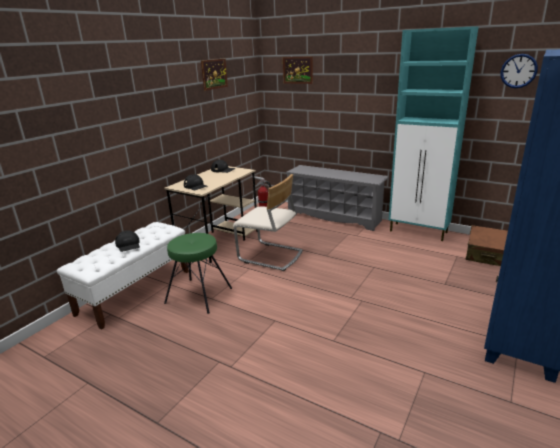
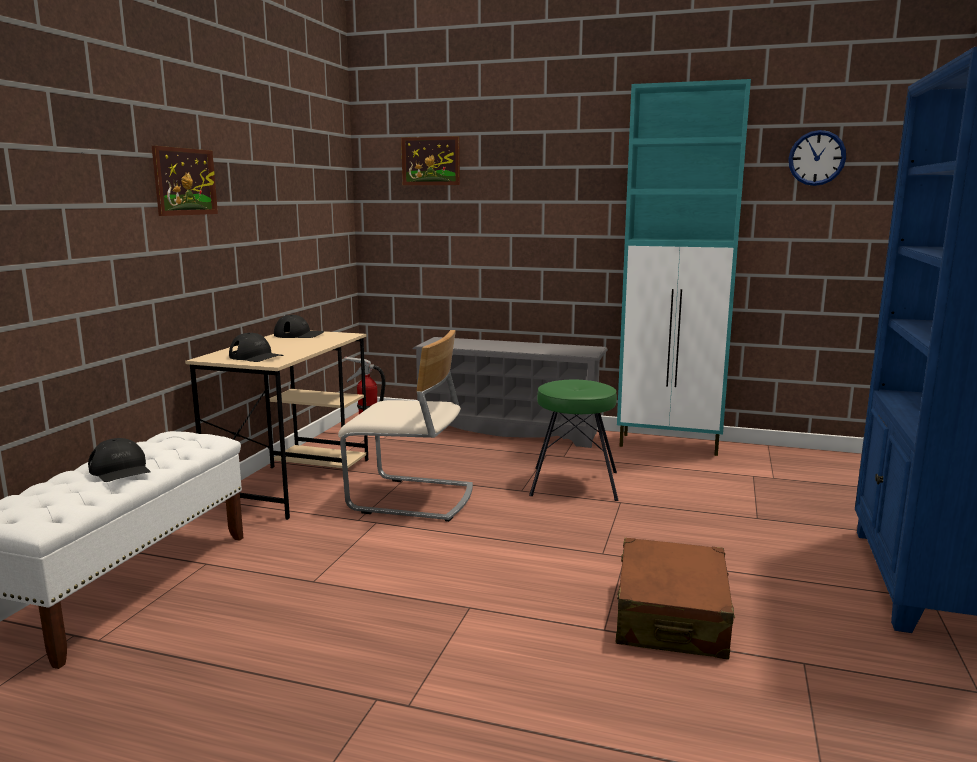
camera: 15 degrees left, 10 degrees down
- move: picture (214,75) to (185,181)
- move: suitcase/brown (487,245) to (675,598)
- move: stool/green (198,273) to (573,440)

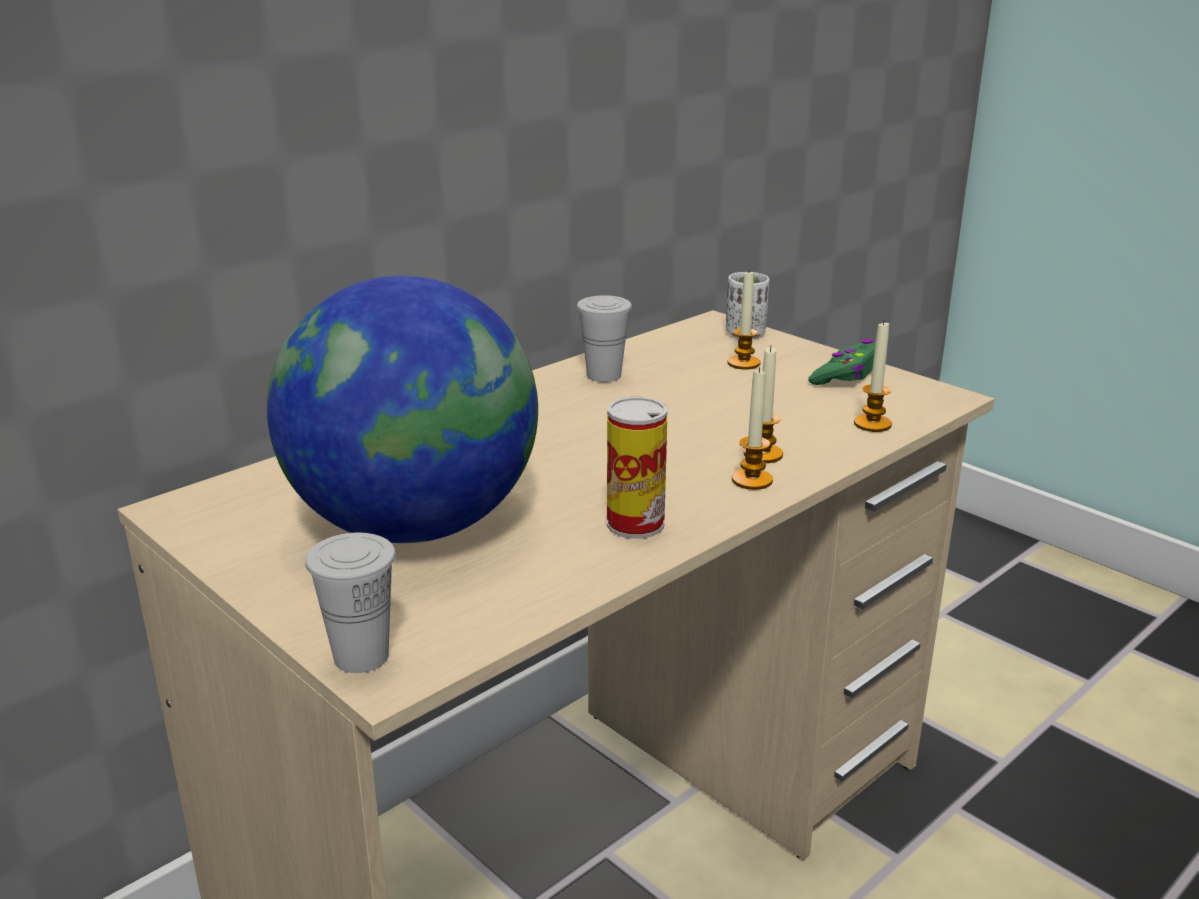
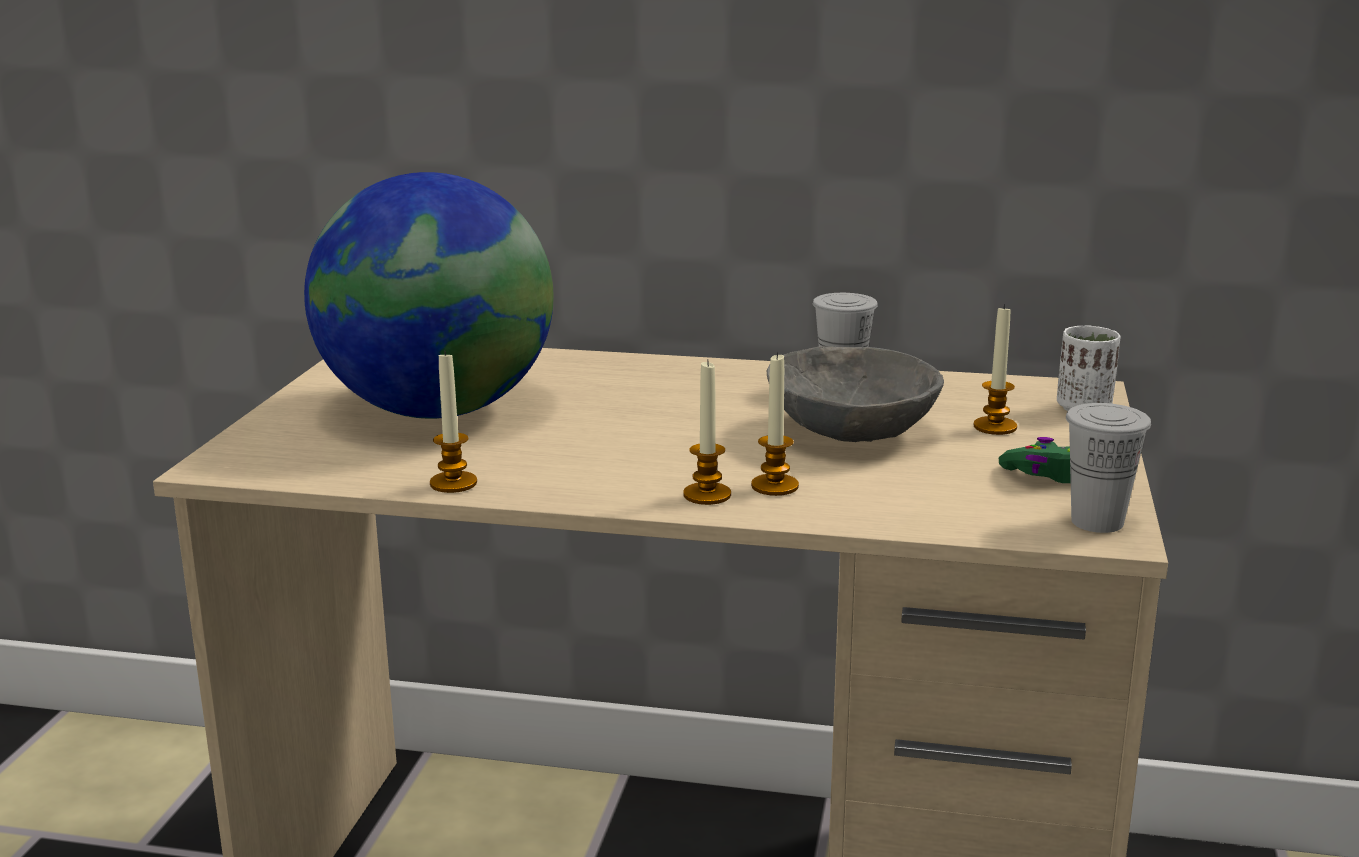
camera: 55 degrees right, 5 degrees down
- move: candle (873,377) to (453,422)
- delete: can (637,468)
- move: cup/white (350,603) to (1108,468)
- insert: bowl/grey (855,394)

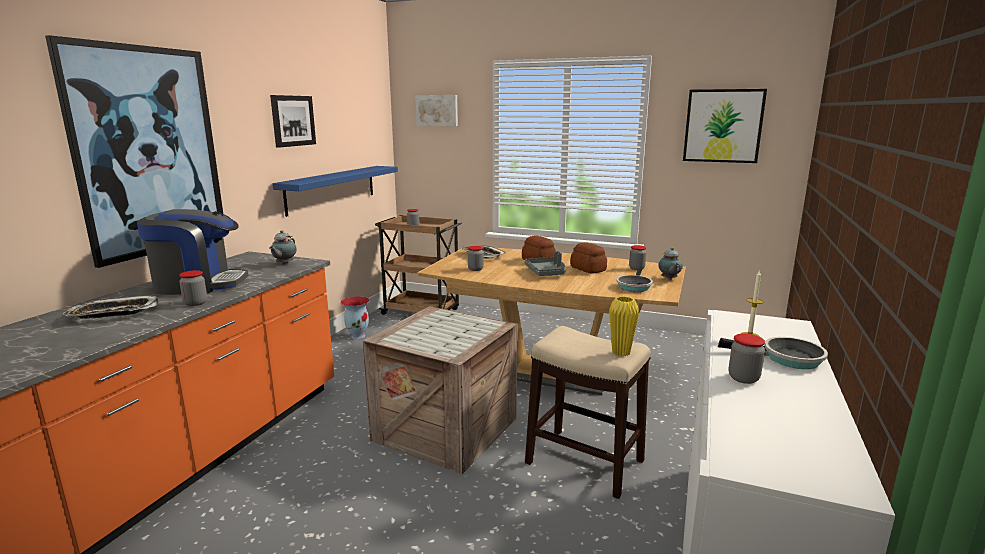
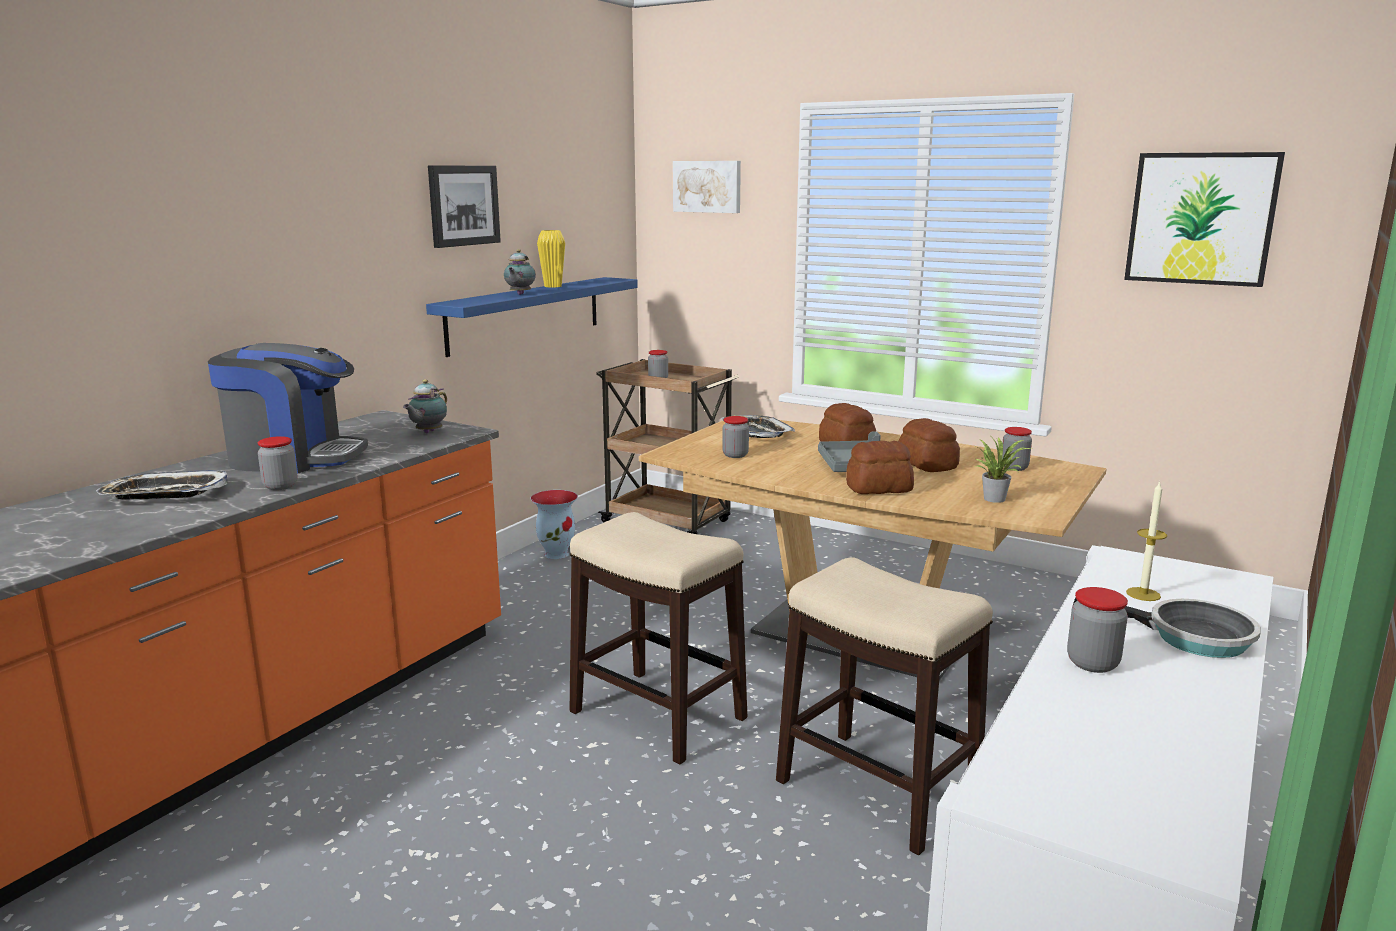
camera: 10 degrees right, 0 degrees up
- delete: picture (134,151)
- move: teapot (670,263) to (520,272)
- replace: frying pan (635,280) to potted plant (1003,470)
- move: vase/yellow (624,326) to (551,259)
- replace: crate (440,390) to stool (658,638)
- insert: bread (880,467)

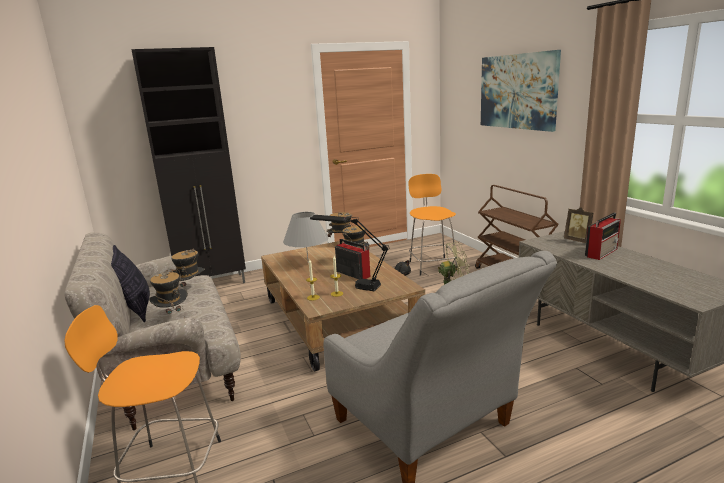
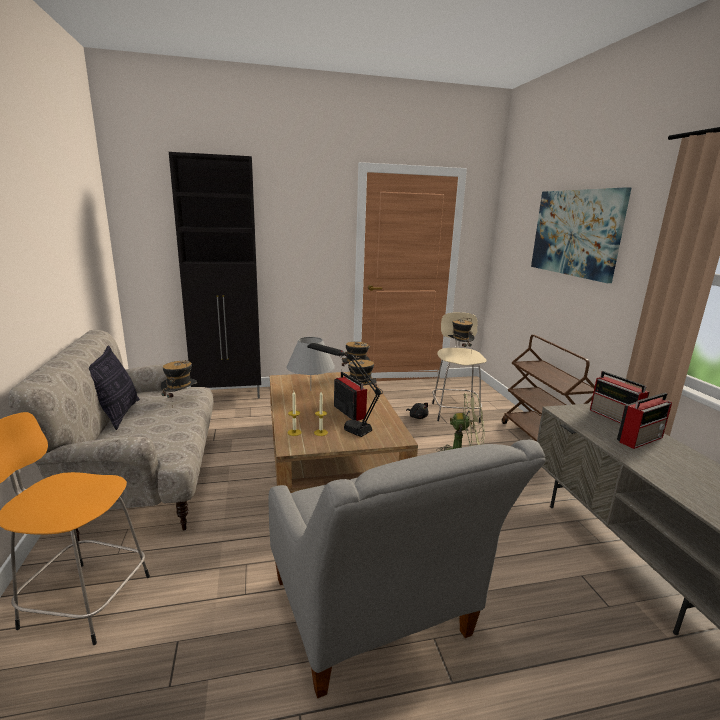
camera: 10 degrees right, 0 degrees up
- recolor: stool/orange (432,225) to stool/beige (459,367)
- replace: picture frame (578,225) to radio (620,397)
- move: hat (168,291) to (461,336)

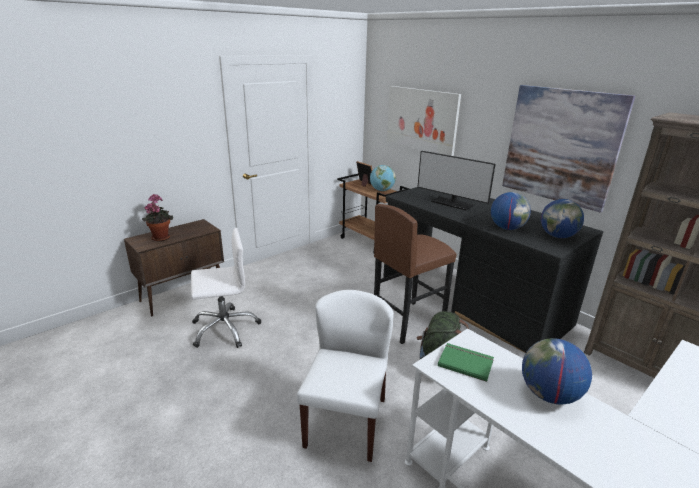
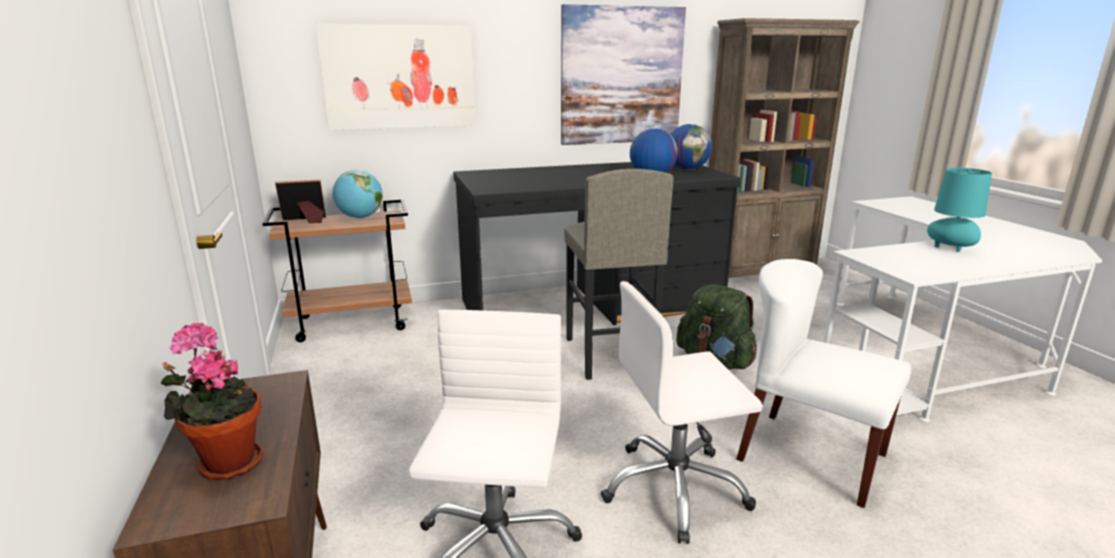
camera: 65 degrees left, 5 degrees down
- delete: monitor (457,180)
- recolor: stool/brown (415,274) to stool/grey (619,274)
- replace: globe (557,371) to table lamp/turquoise (959,210)
- delete: book/green (466,362)
- insert: office chair/white (682,412)

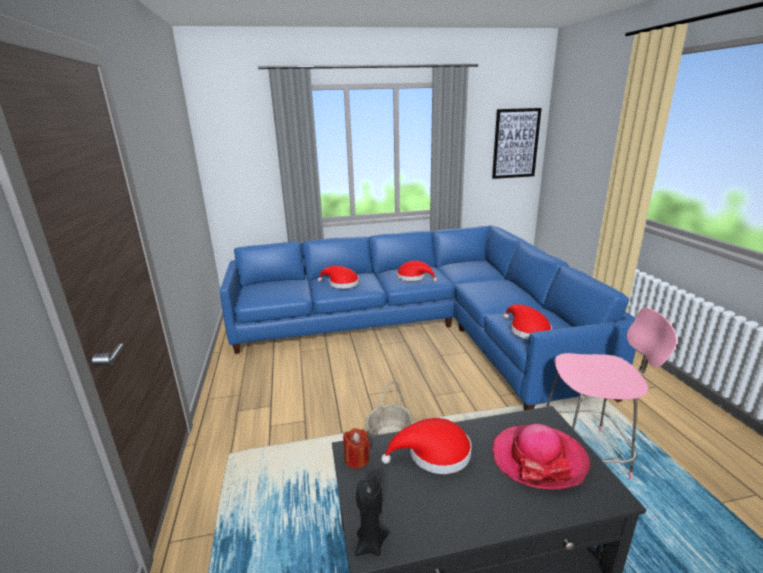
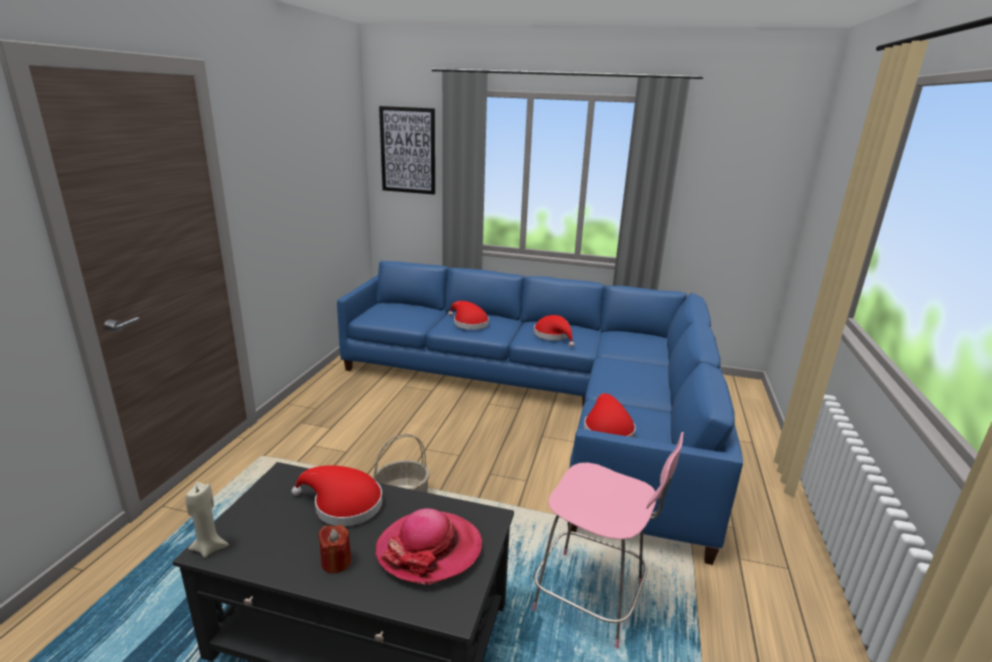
camera: 25 degrees right, 0 degrees up
- move: picture (517,143) to (407,150)
- move: candle/red (356,448) to (334,549)
- recolor: candle/black (372,516) to candle/beige (207,520)

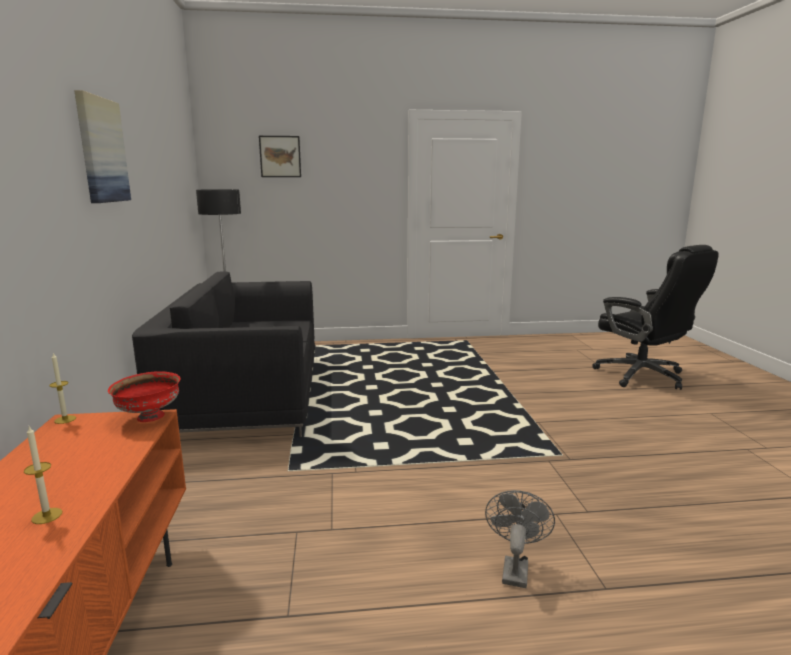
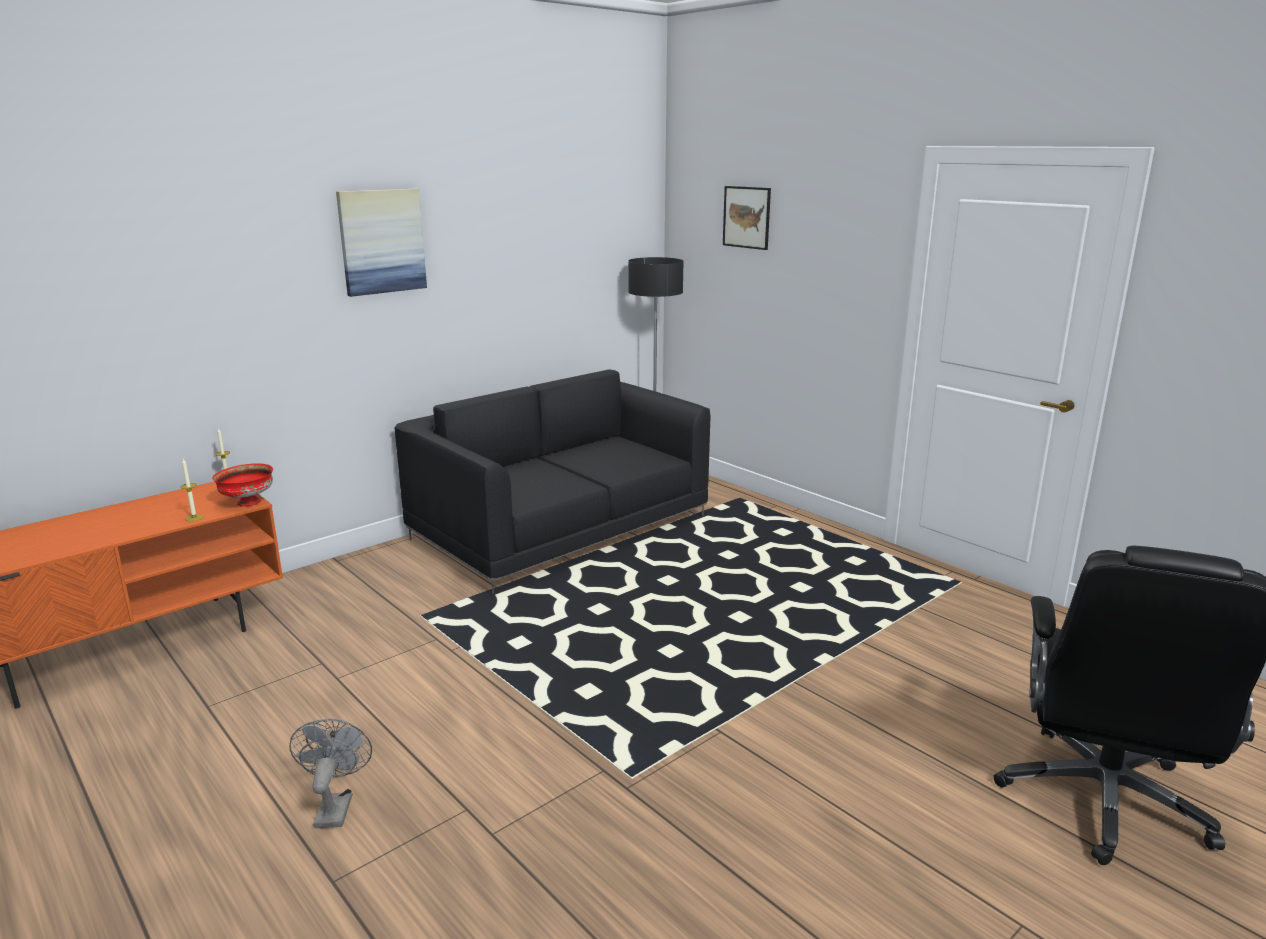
camera: 55 degrees right, 5 degrees up
- move: candle (43,475) to (192,490)
- rotate: fan/grey (520,539) = (330,773) 75 degrees counterclockwise

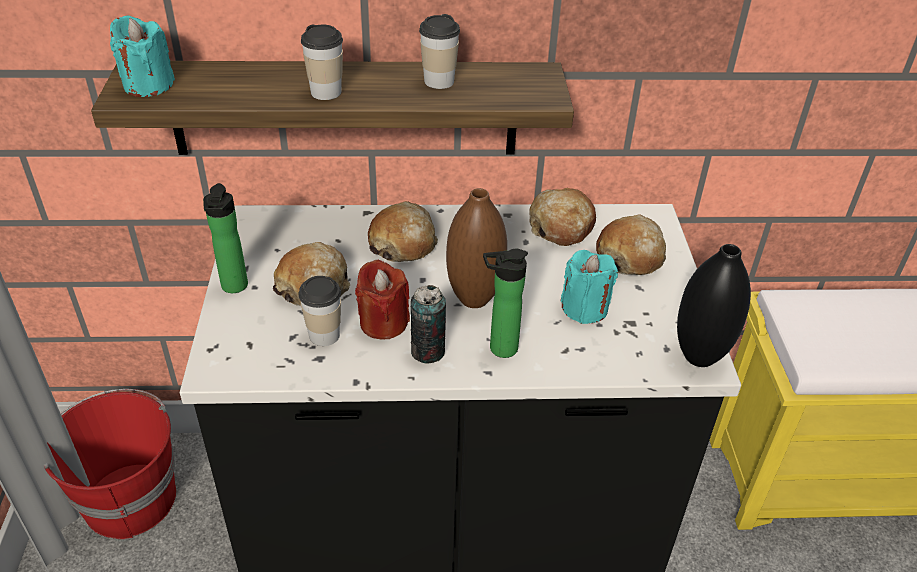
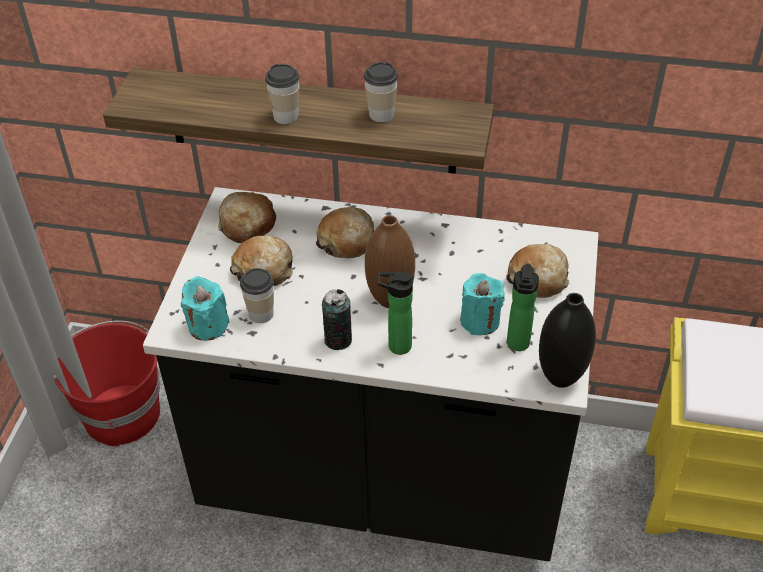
camera: 15 degrees right, 5 degrees up
- move: candle/turquoise (142,56) to (205,308)
- move: bottle (225,238) to (523,307)
- move: bread (562,217) to (247,217)
- delete: candle/red (382,299)

